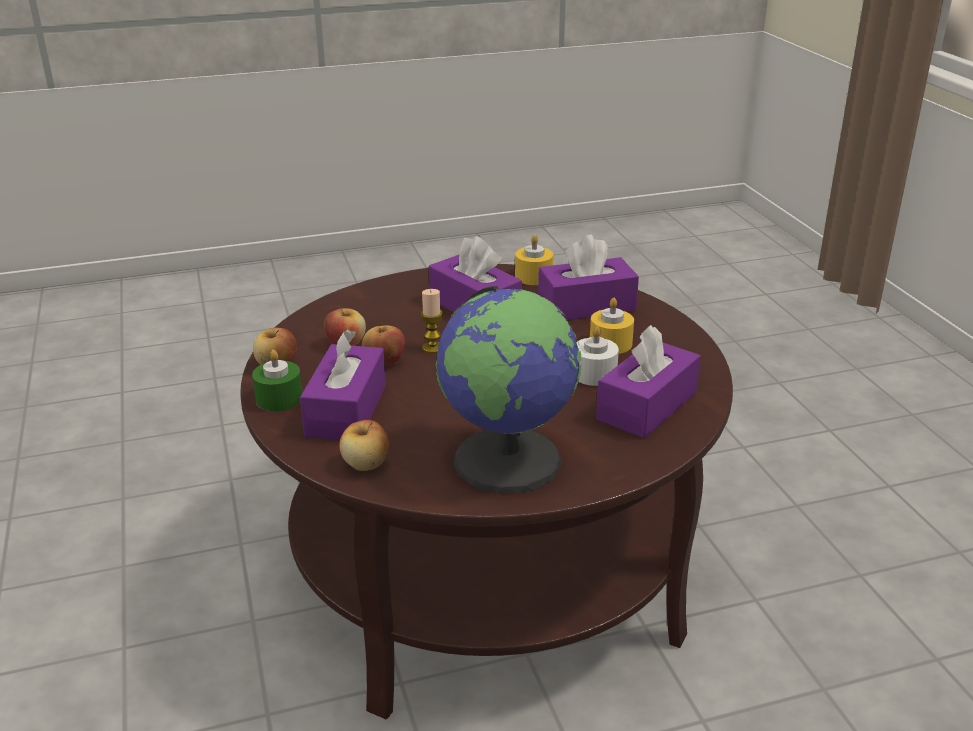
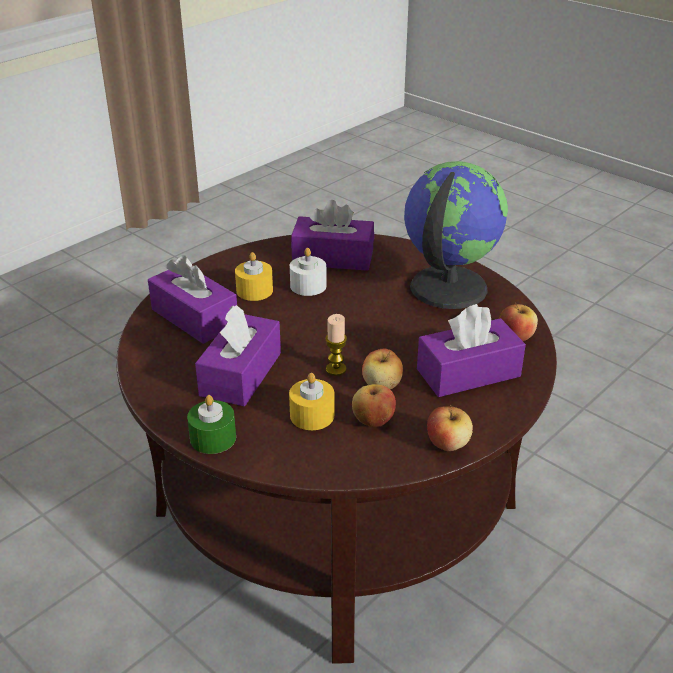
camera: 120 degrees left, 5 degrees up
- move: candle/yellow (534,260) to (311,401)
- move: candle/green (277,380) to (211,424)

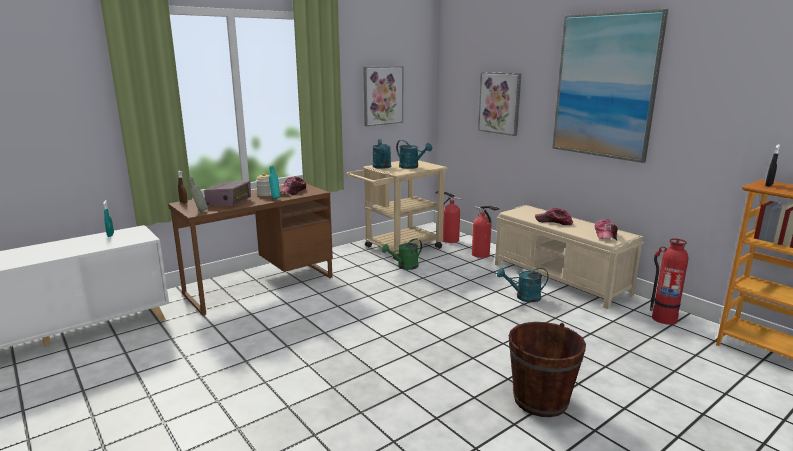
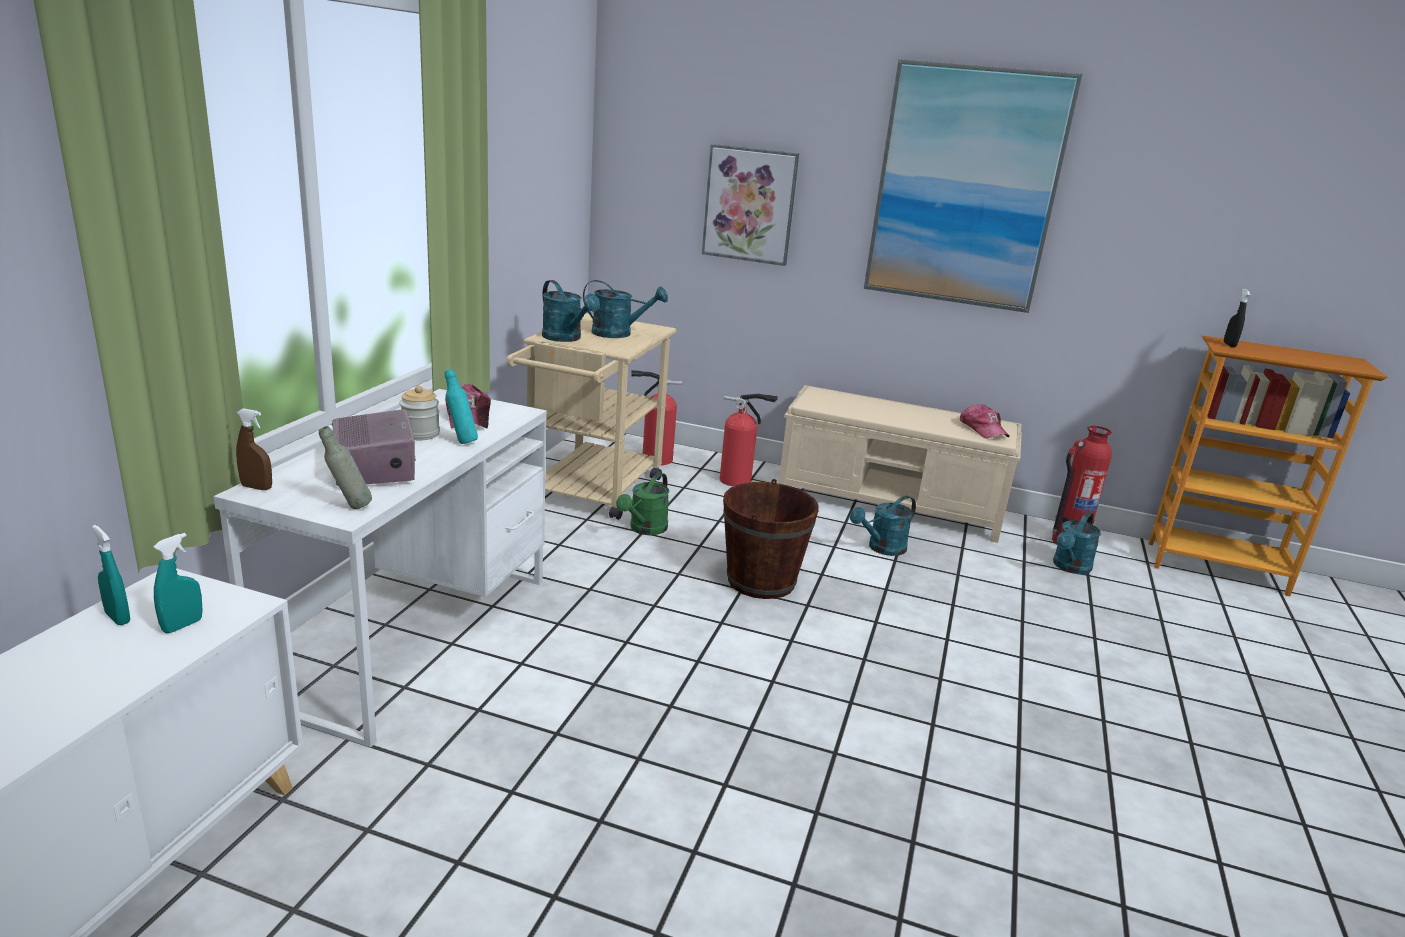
camera: 35 degrees left, 5 degrees up
- delete: picture (383,96)
- recolor: desk/brown (250,249) to desk/white (380,568)
- delete: cap (554,216)
- move: bucket/brown (547,369) to (771,539)
- insert: watering can/turquoise (1077,543)
- insert: spray bottle/turquoise (177,583)

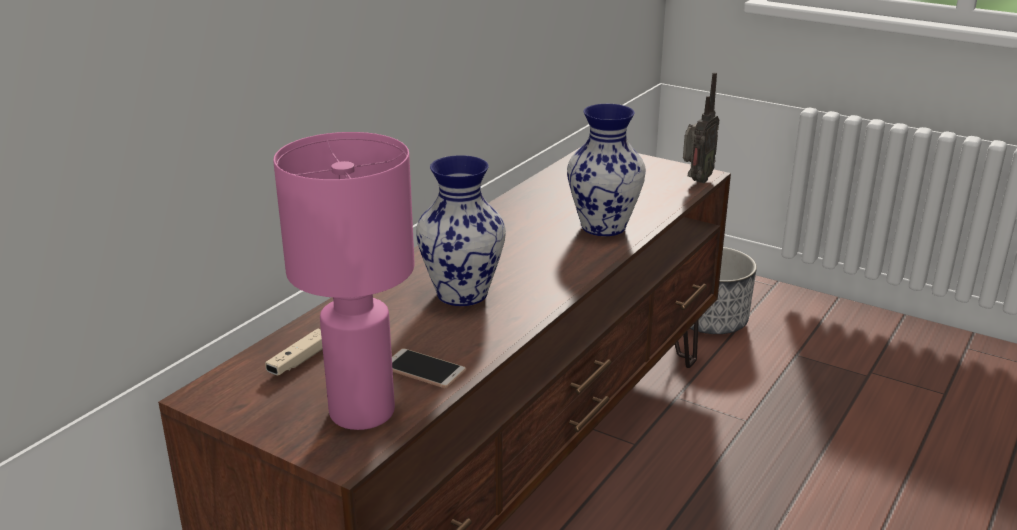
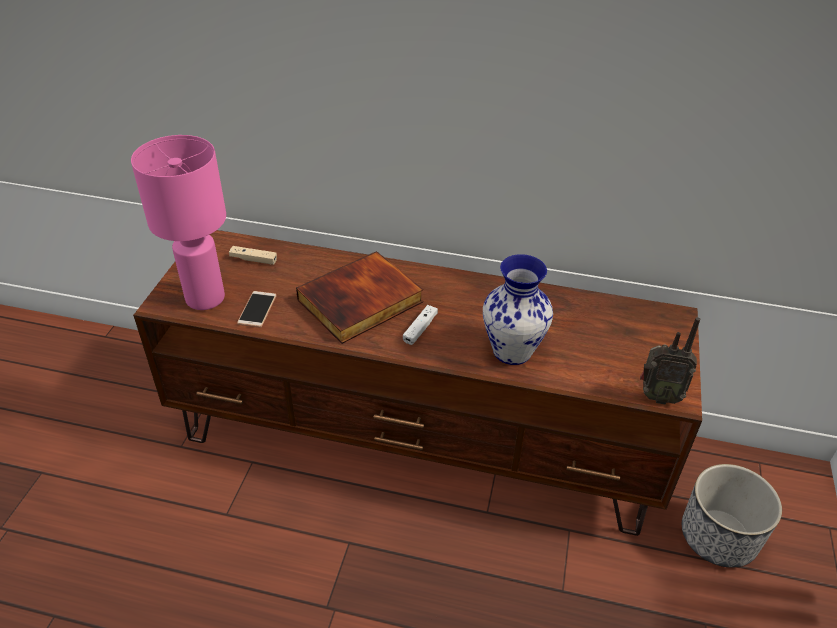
camera: 70 degrees right, 15 degrees up
- replace: vase (461,230) to book (359,297)
- insert: game controller/white (420,325)

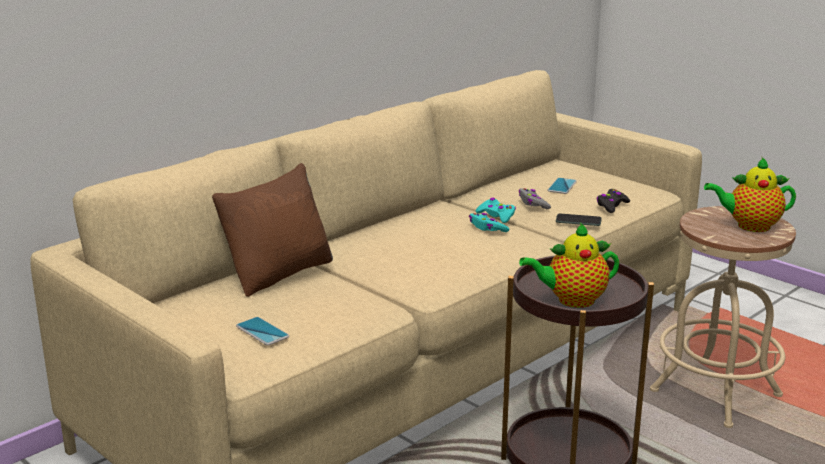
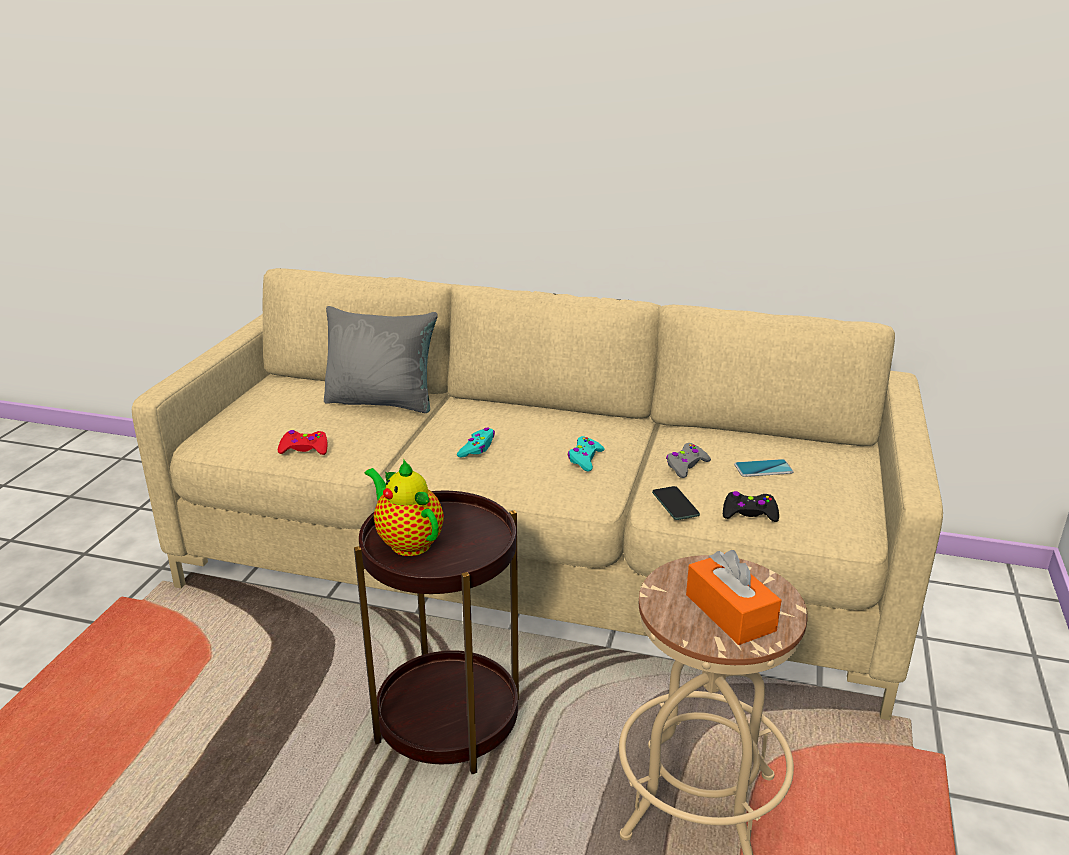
camera: 60 degrees right, 5 degrees up
- replace: teapot (750,194) to tissue box/orange (733,597)
- recolor: pillow/brown (272,230) to pillow/grey (381,359)
- move: game controller/turquoise (496,210) to (476,442)
- delete: phone (262,331)
- insert: game controller/red (302,442)

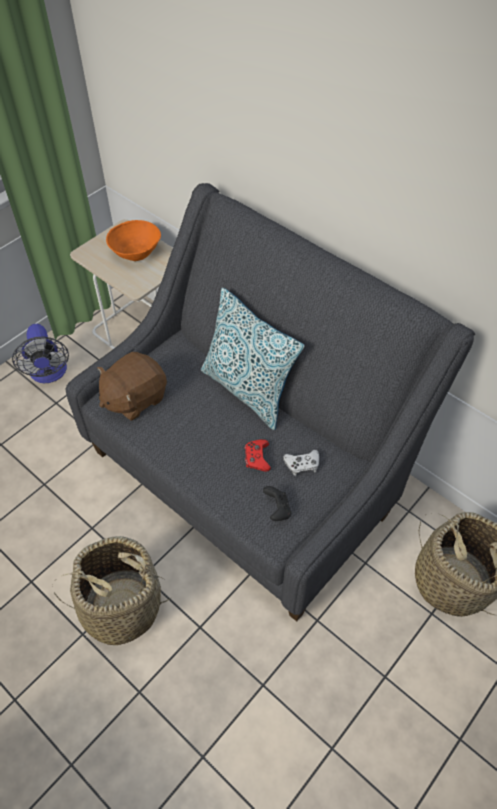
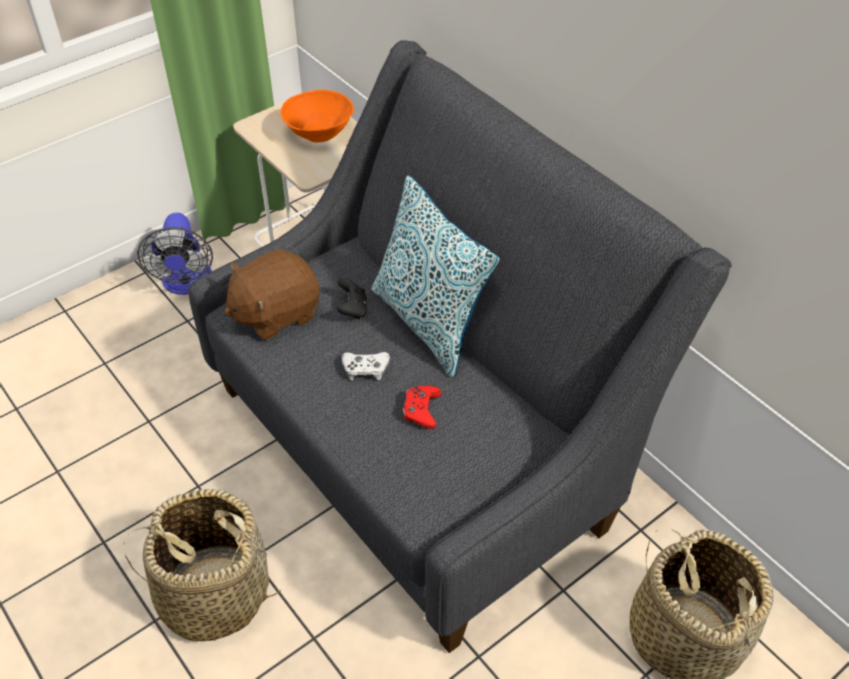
camera: 10 degrees right, 5 degrees down
- move: game controller/white (301,463) to (366,366)
- move: game controller/black (277,503) to (352,298)

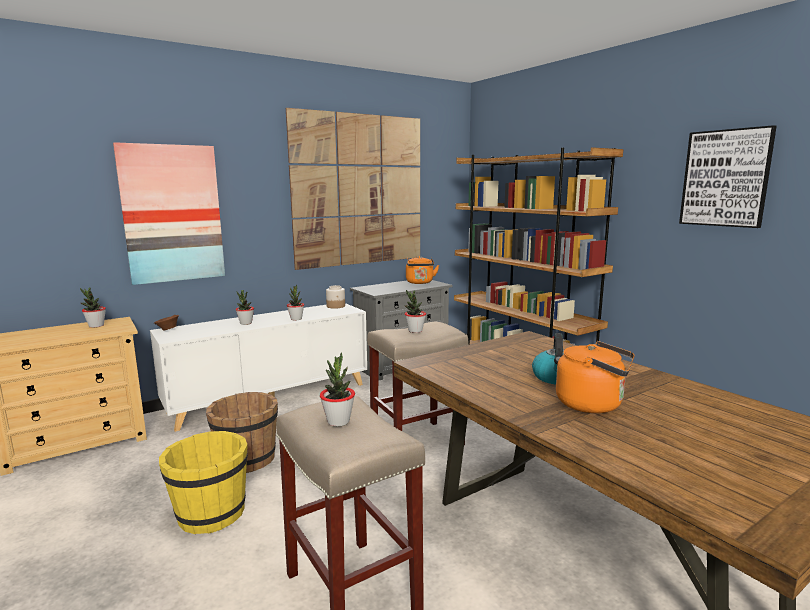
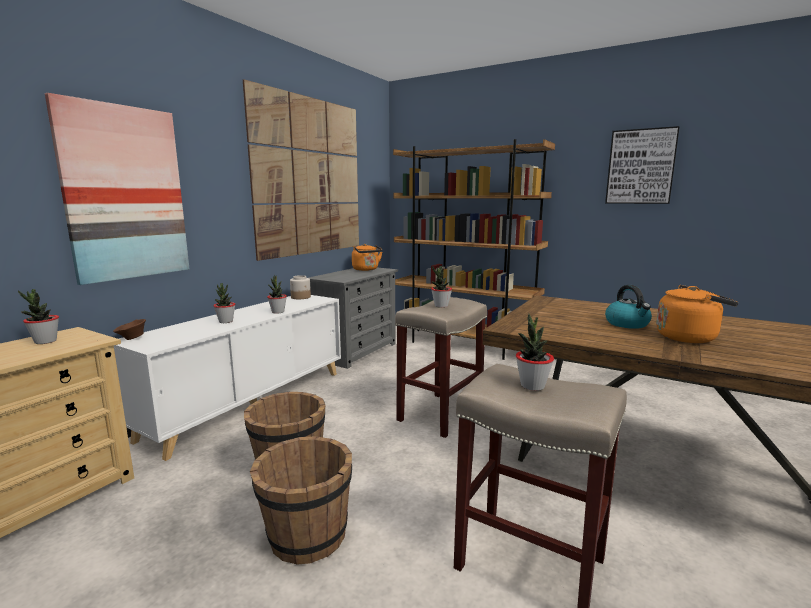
camera: 25 degrees left, 0 degrees up
- recolor: bucket/yellow (203,482) to bucket/brown (301,500)

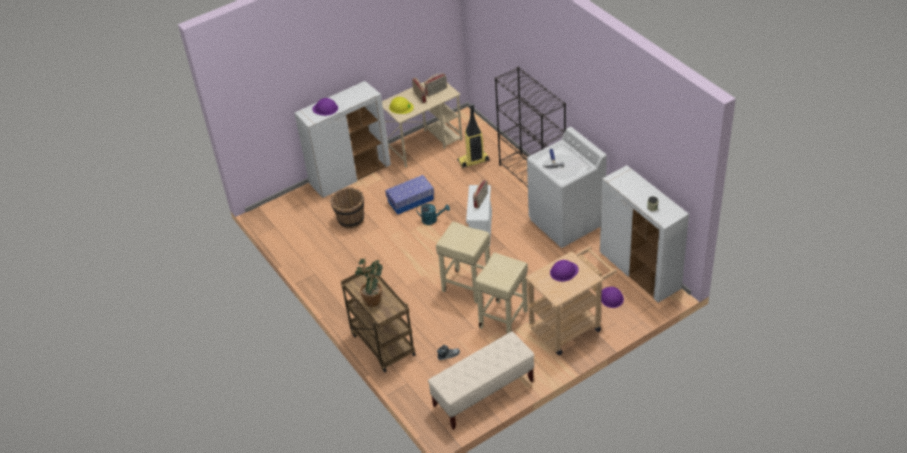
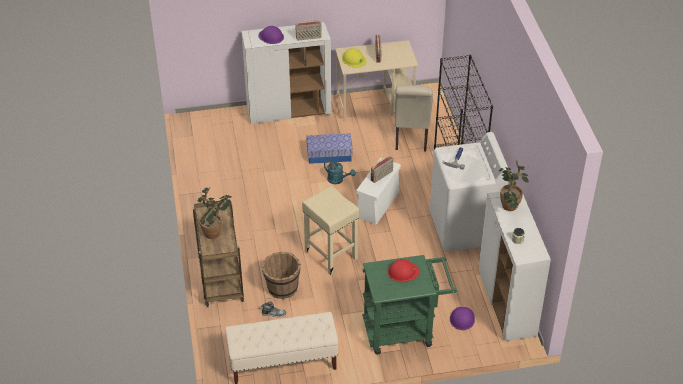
camera: 20 degrees right, 0 degrees up
- move: radio (435,85) to (308,29)
- replace: vacuum cleaner (473,136) to chair/beige (413,118)
- move: bucket/brown (347,208) to (281,275)
- recolor: cart/beige (571,300) to cart/green (409,305)
- delete: stool/beige (501,293)
- recolor: hard hat/purple (564,271) to hard hat/red (403,270)
- insert: potted plant (513,185)

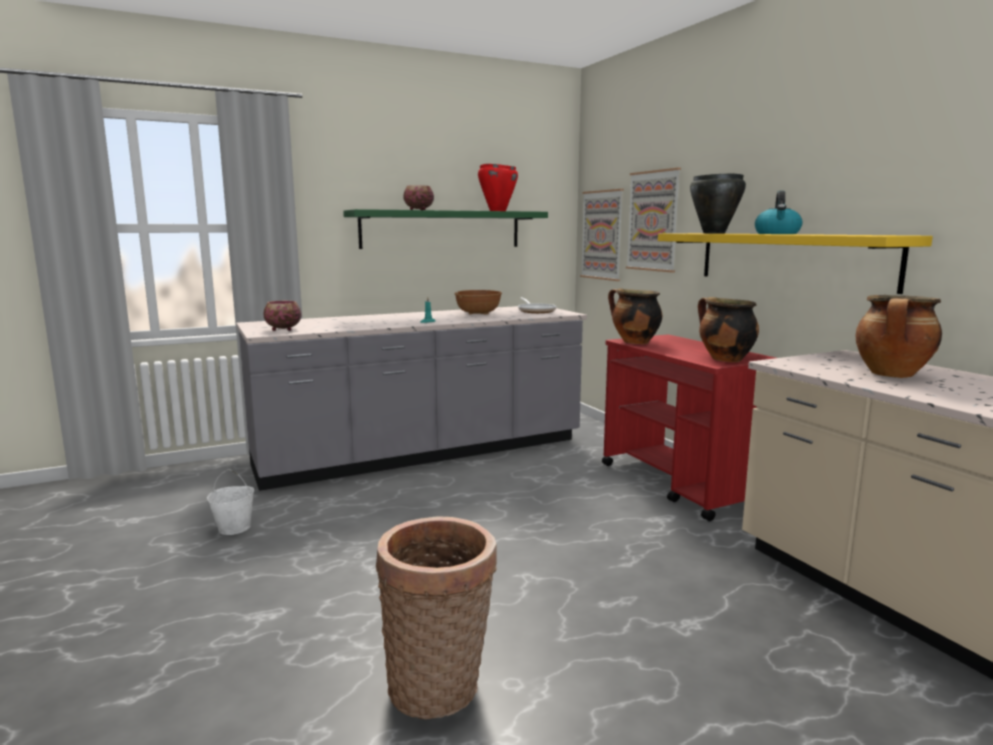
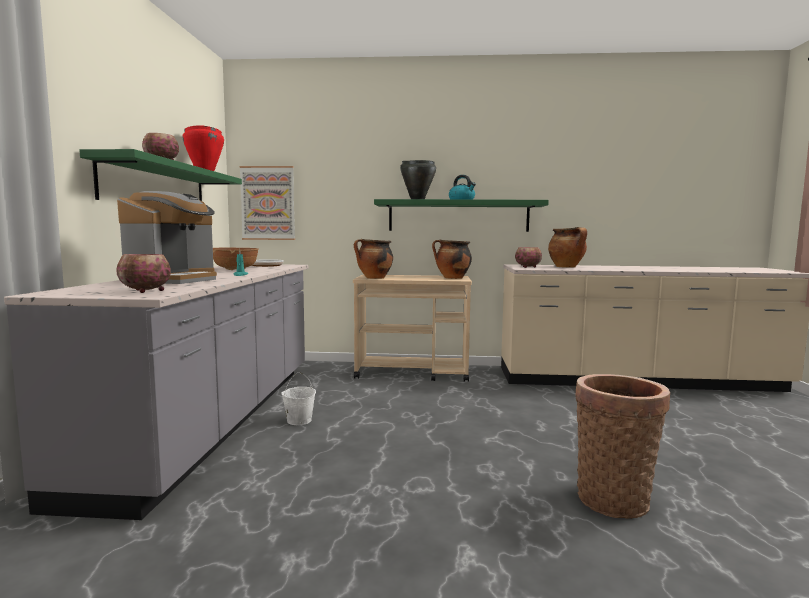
camera: 60 degrees left, 5 degrees down
- delete: picture (653,220)
- recolor: shelf/yellow (795,263) to shelf/green (461,215)
- recolor: cart/red (689,428) to cart/beige (412,328)
- move: bucket/white (230,502) to (298,398)
- insert: coffee machine (167,237)
- insert: bowl (528,257)

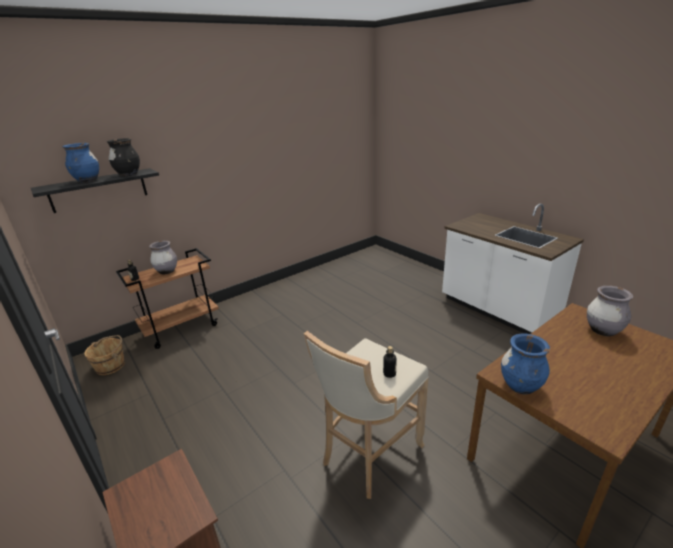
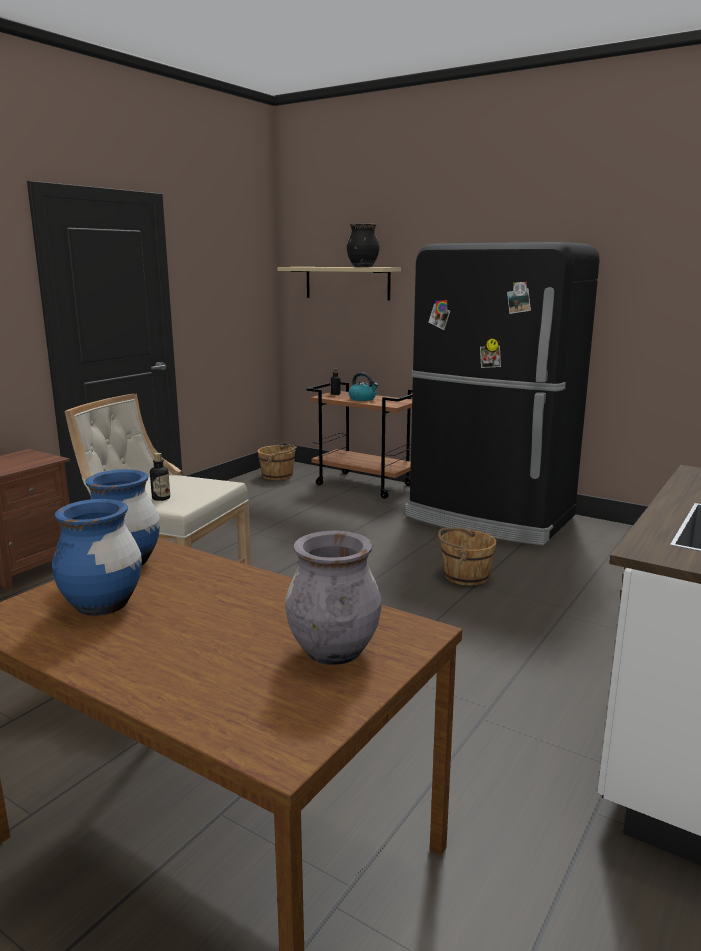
camera: 70 degrees right, 10 degrees down
- move: vase/blue (80,162) to (97,557)
- recolor: shelf/black (95,190) to shelf/beige (339,284)
- replace: vase/grey (163,258) to kettle (363,387)
- insert: fridge/black (502,393)
- insert: bucket/brown (467,557)

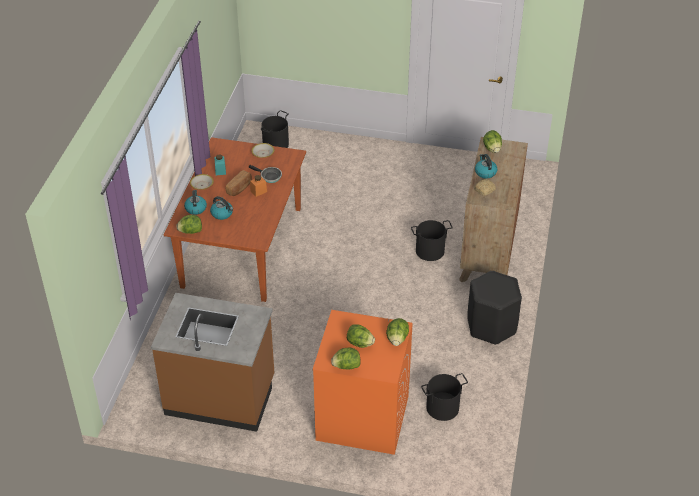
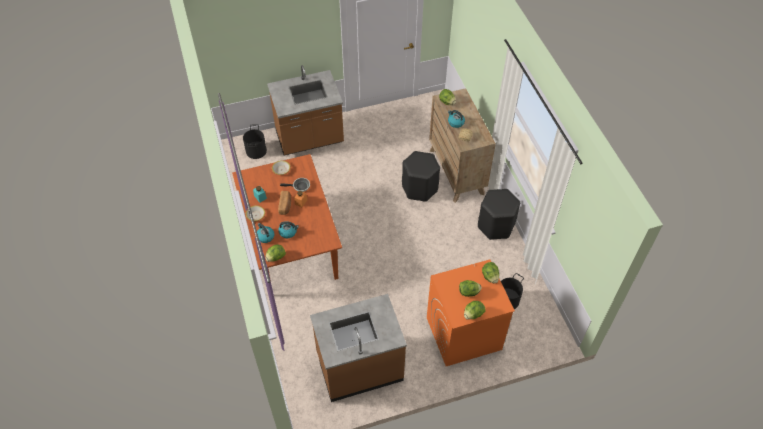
camera: 30 degrees left, 10 degrees up
- replace: bucket/black (432,240) to stool/black (421,176)
- insert: counter/brown (305,110)

